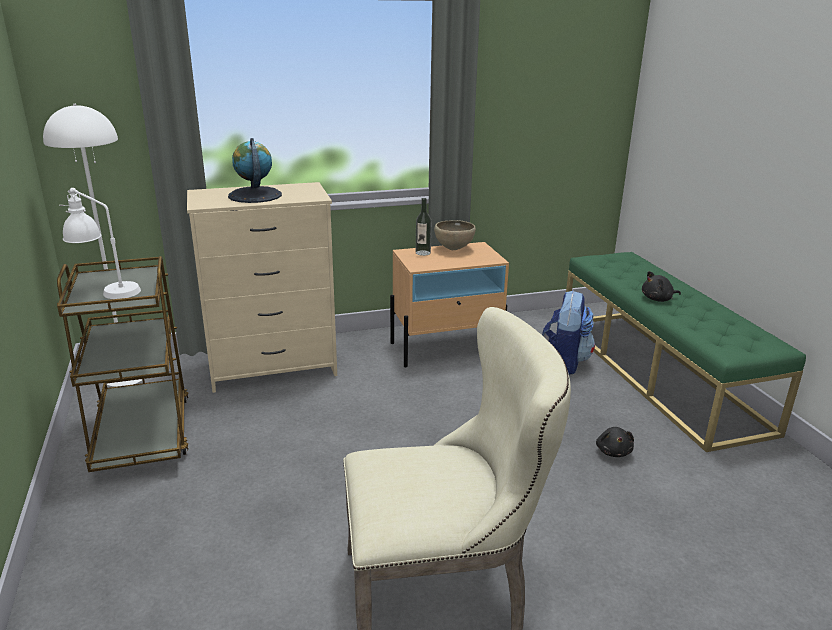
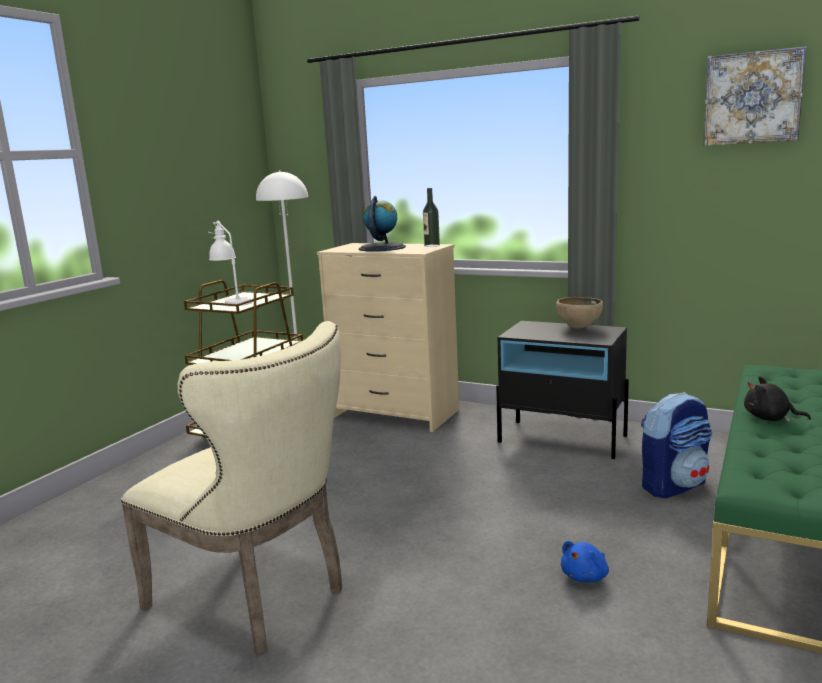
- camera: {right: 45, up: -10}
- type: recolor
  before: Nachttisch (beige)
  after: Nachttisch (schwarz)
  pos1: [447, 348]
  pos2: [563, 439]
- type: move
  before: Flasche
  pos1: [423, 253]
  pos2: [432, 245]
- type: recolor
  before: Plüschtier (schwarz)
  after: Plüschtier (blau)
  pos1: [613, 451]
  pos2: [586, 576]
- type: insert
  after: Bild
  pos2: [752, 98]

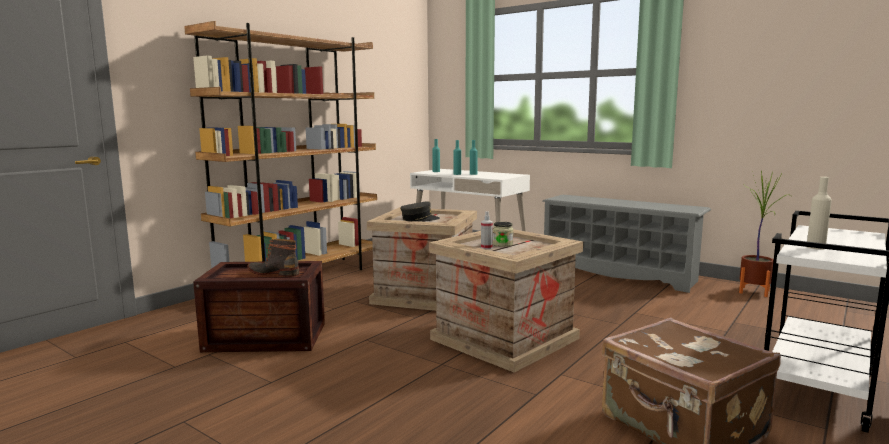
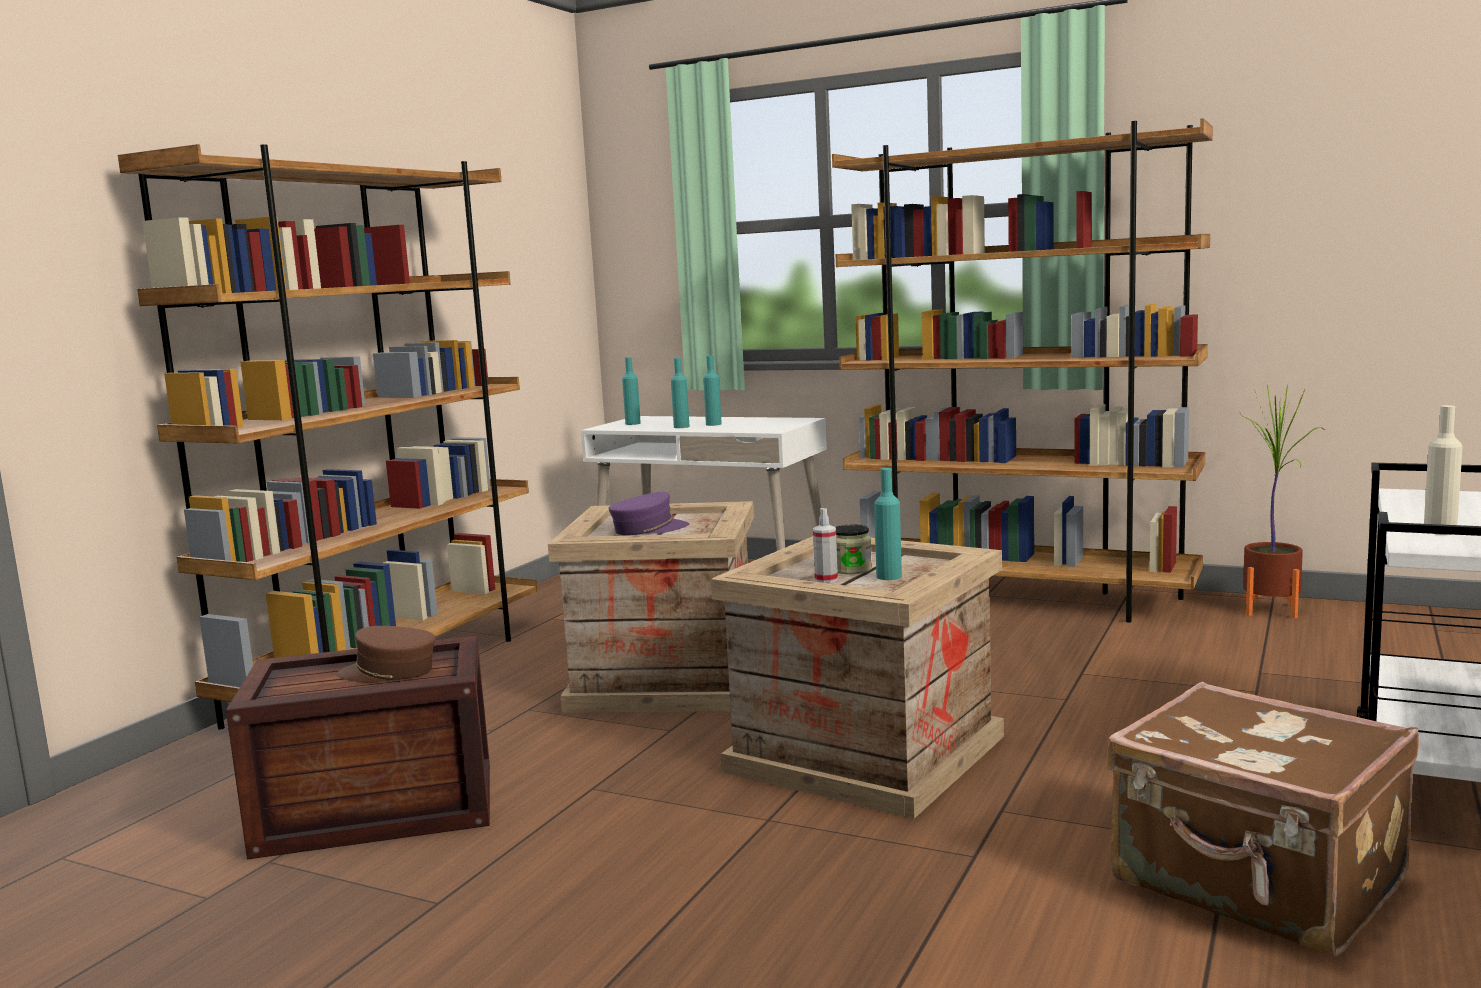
- camera: {right: -10, up: 0}
- type: replace
  before: Stiefel
  after: Kappe (braun)
  pos1: [274, 273]
  pos2: [389, 672]
- type: recolor
  before: Kappe (grau)
  after: Kappe (lila)
  pos1: [419, 219]
  pos2: [648, 529]
- type: replace
  before: Schuhregal (grau)
  after: Bücherregal (braun)
  pos1: [619, 274]
  pos2: [1020, 599]
- type: insert
  after: Flasche (türkis)
  pos2: [889, 576]

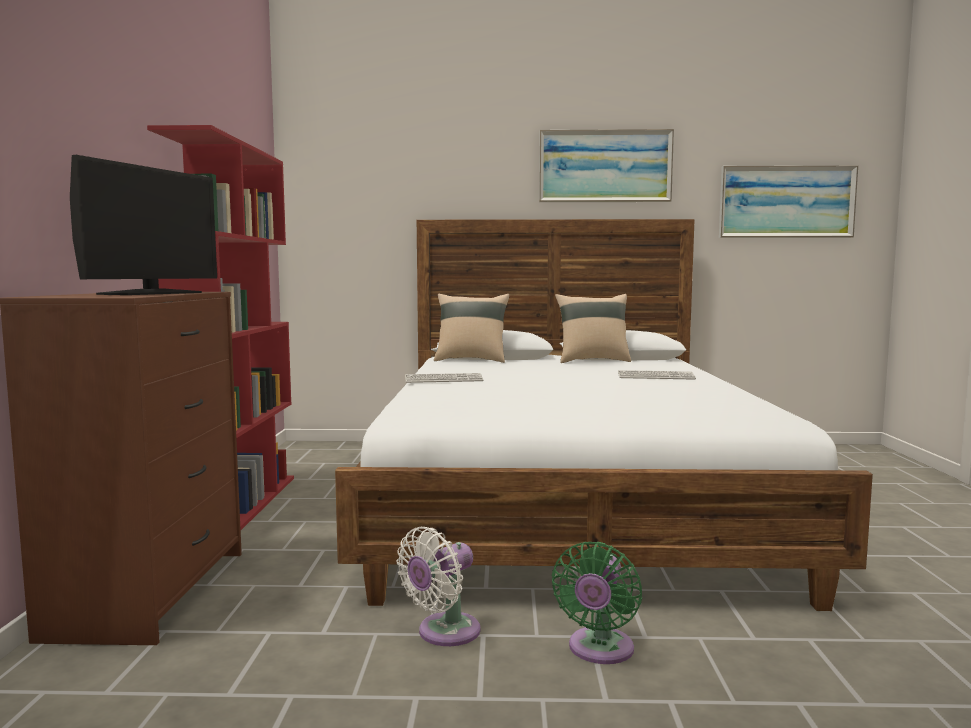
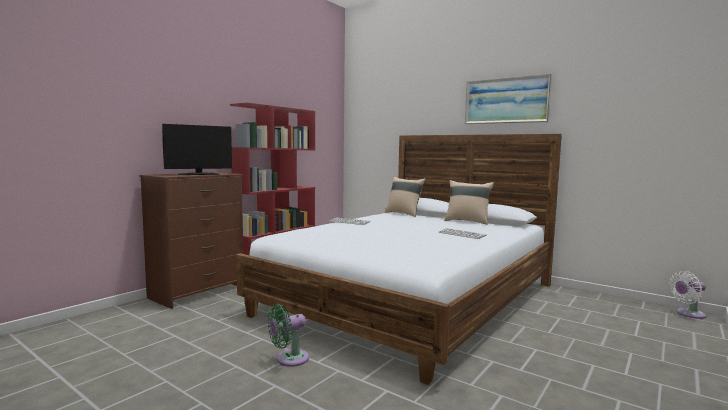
- camera: {right: 35, up: 0}
- type: move
  before: Ventilator (weiß)
  pos1: [444, 633]
  pos2: [688, 314]
- type: delete
  before: Bild
  pos1: [786, 202]

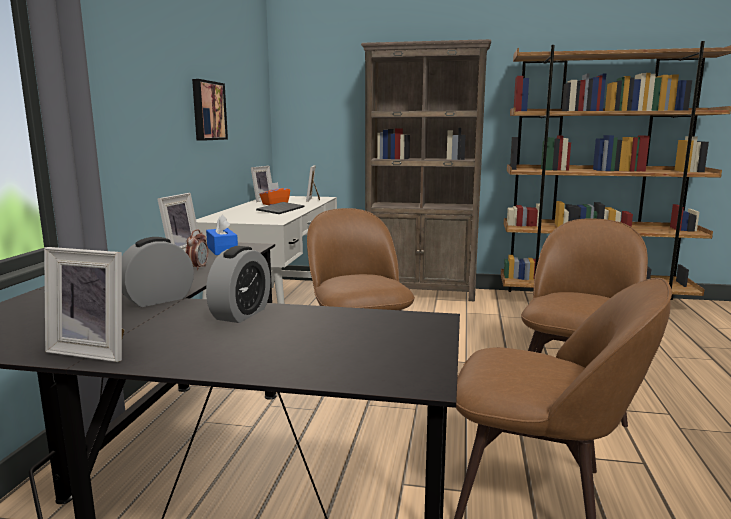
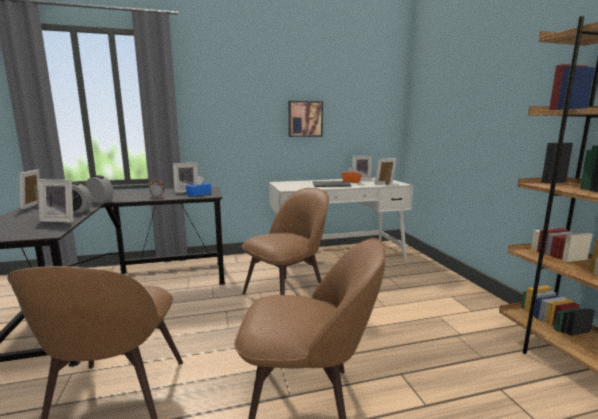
- camera: {right: 65, up: 0}
- type: delete
  before: Bücherregal (braun)
  pos1: [421, 292]
- type: insert
  after: Bilderrahmen
  pos2: [61, 220]

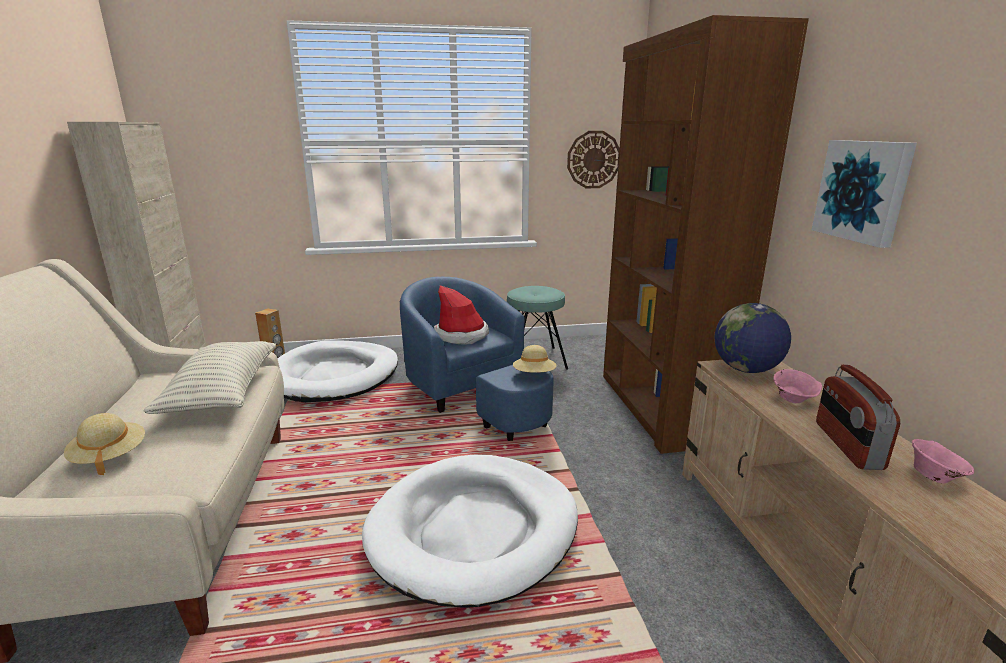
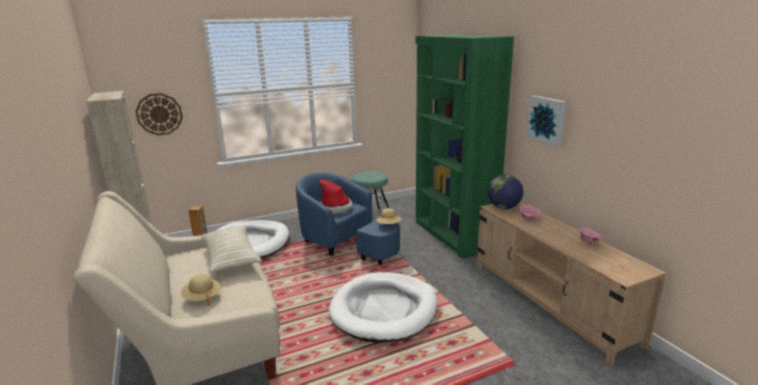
- camera: {right: -15, up: 0}
- type: move
  before: Wanduhr
  pos1: [593, 159]
  pos2: [159, 114]
- type: recolor
  before: Bücherregal (braun)
  after: Bücherregal (grün)
  pos1: [659, 407]
  pos2: [453, 235]
- type: delete
  before: Radio
  pos1: [847, 445]

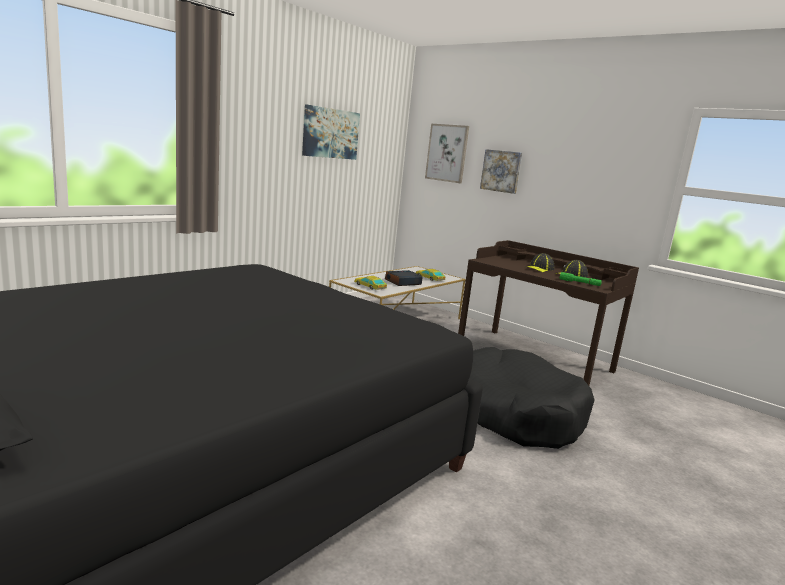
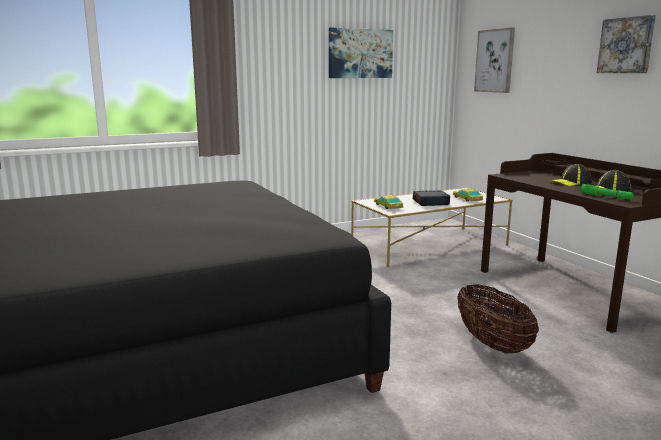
- camera: {right: 25, up: 0}
- type: replace
  before: Hundebett (schwarz)
  after: Korb
  pos1: [514, 413]
  pos2: [492, 344]
- type: move
  before: Bild
  pos1: [501, 171]
  pos2: [626, 45]

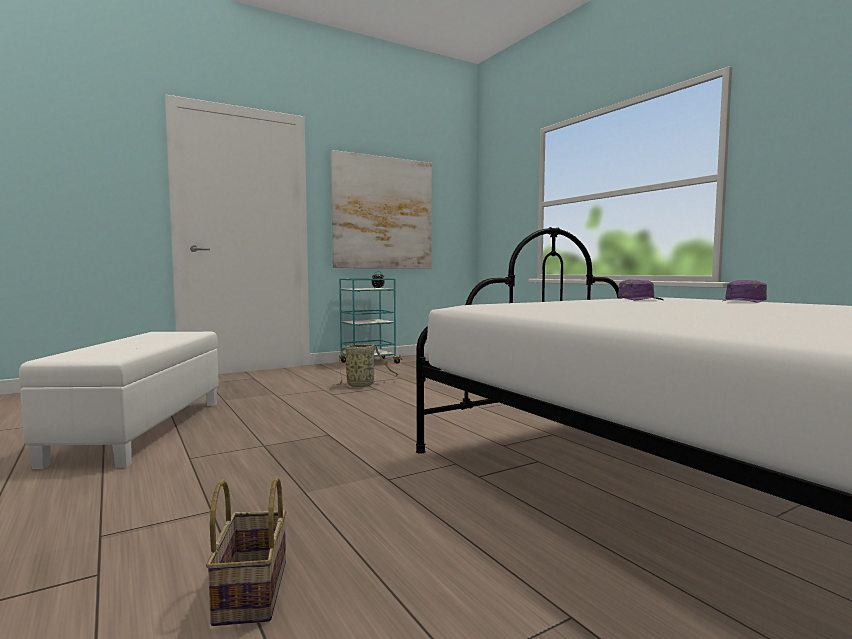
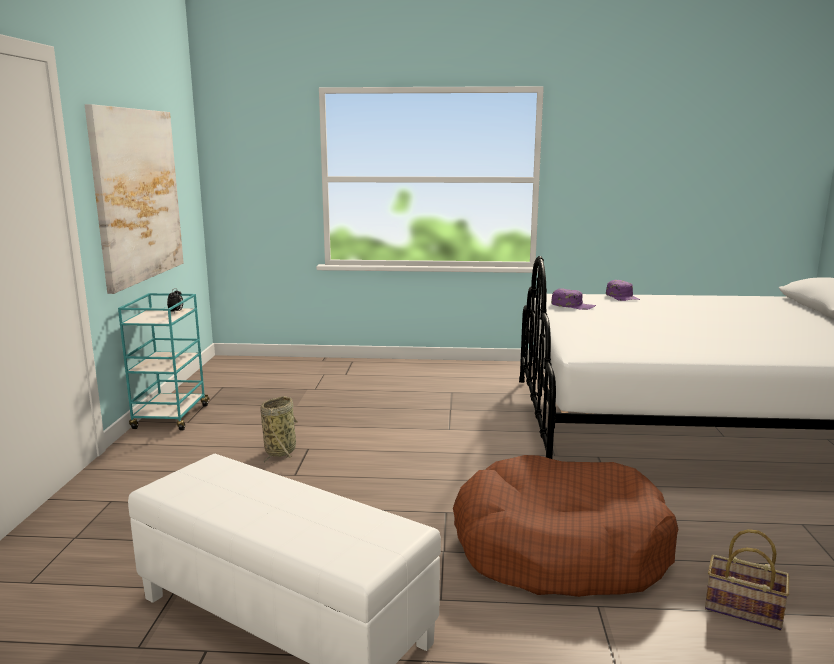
- camera: {right: -55, up: 10}
- type: insert
  after: Hundebett (braun)
  pos2: [559, 549]

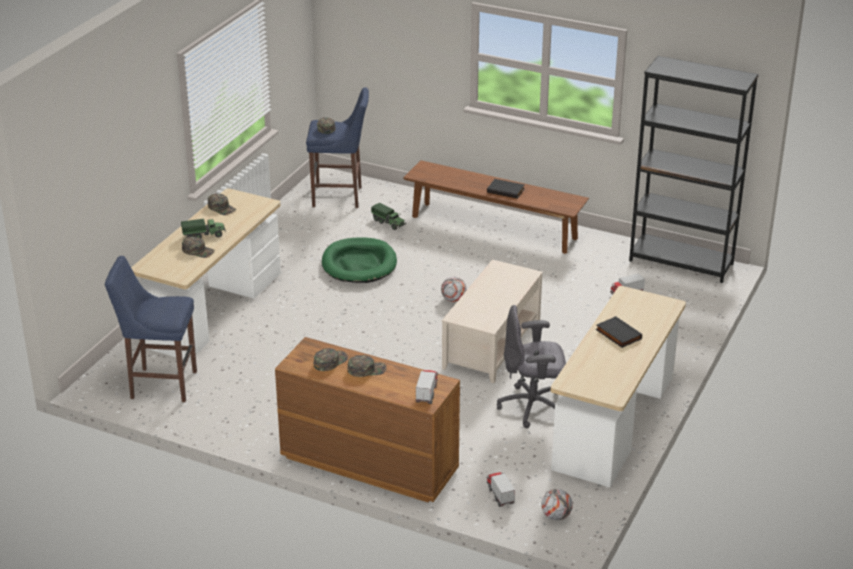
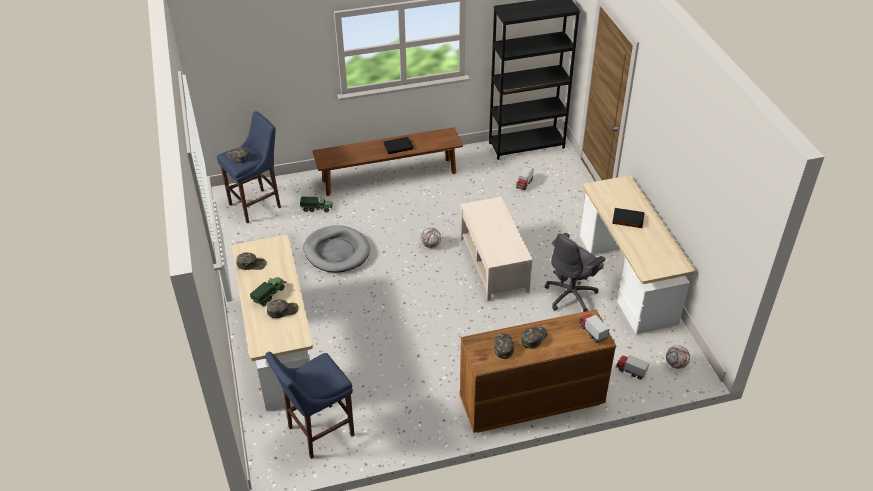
- camera: {right: -40, up: 10}
- type: recolor
  before: Hundebett (grün)
  after: Hundebett (grau)
  pos1: [359, 264]
  pos2: [336, 251]

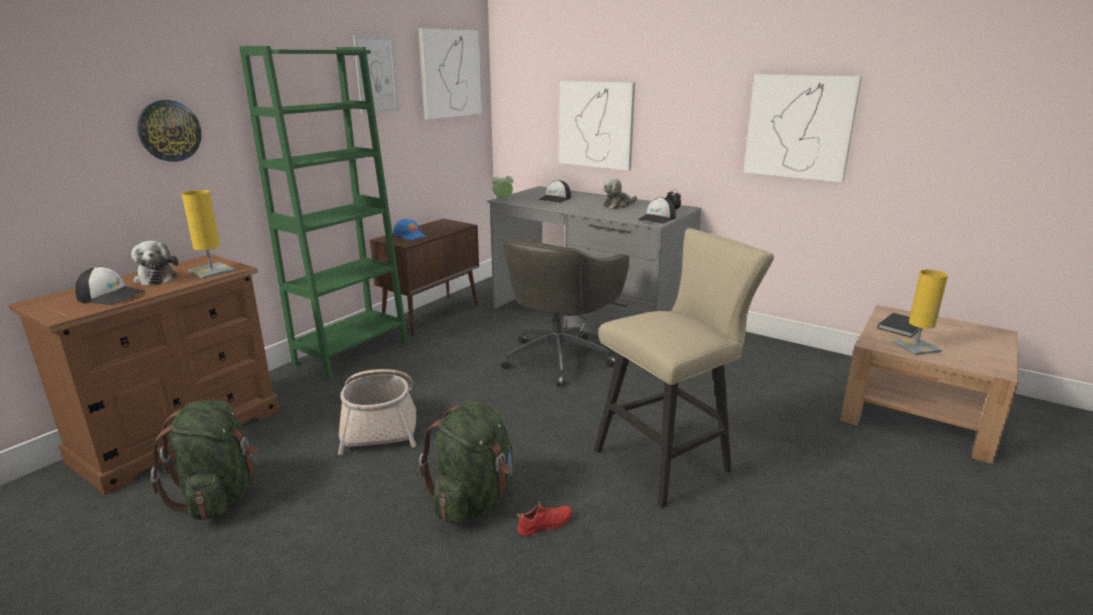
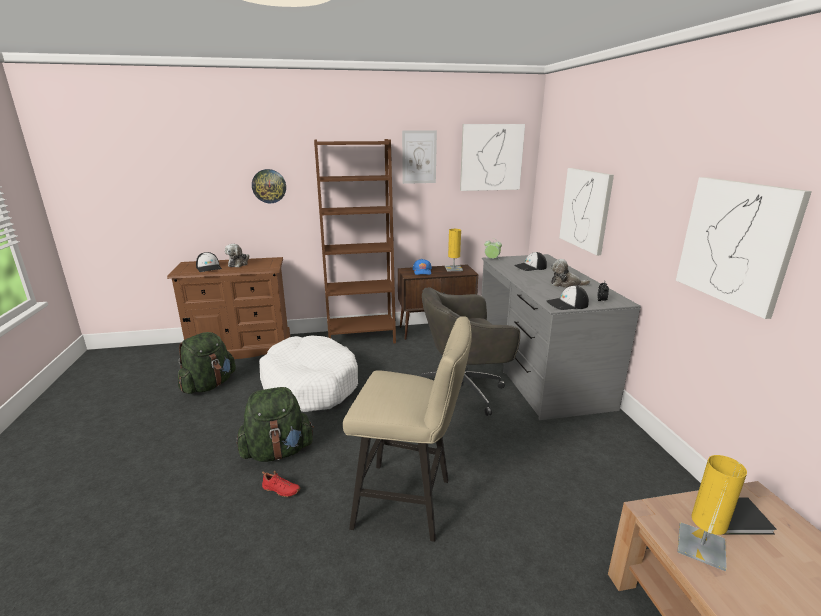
- camera: {right: 45, up: 0}
- type: move
  before: Tischlampe (gelb)
  pos1: [211, 271]
  pos2: [453, 268]
- type: recolor
  before: Bücherregal (grün)
  after: Bücherregal (braun)
  pos1: [351, 353]
  pos2: [361, 337]
- type: replace
  before: Korb
  after: Hundebett (weiß)
  pos1: [380, 424]
  pos2: [310, 384]

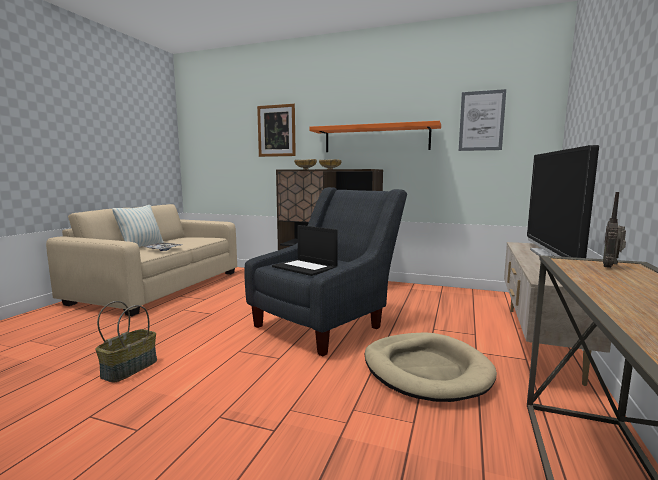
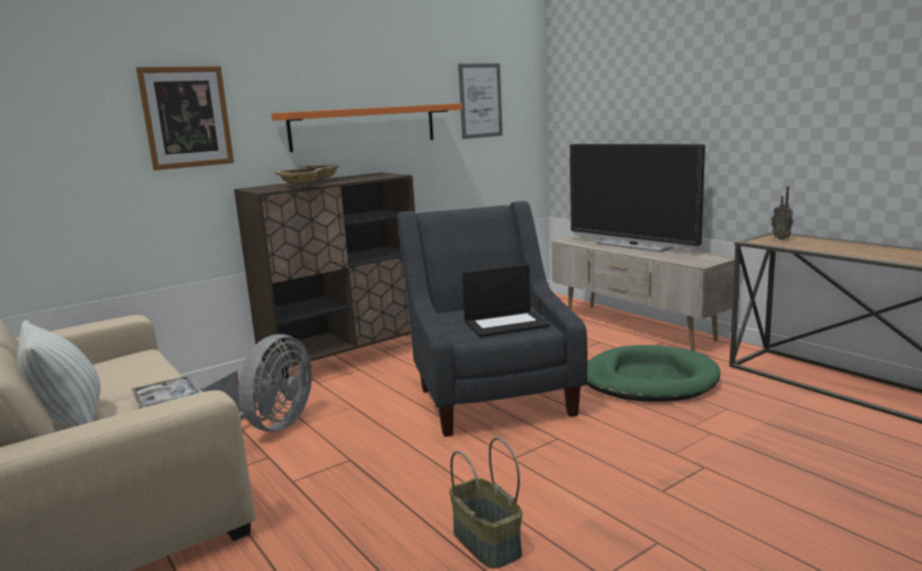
- camera: {right: -55, up: 5}
- type: recolor
  before: Hundebett (beige)
  after: Hundebett (grün)
  pos1: [426, 370]
  pos2: [649, 380]
- type: insert
  after: Ventilator (grau)
  pos2: [270, 426]

